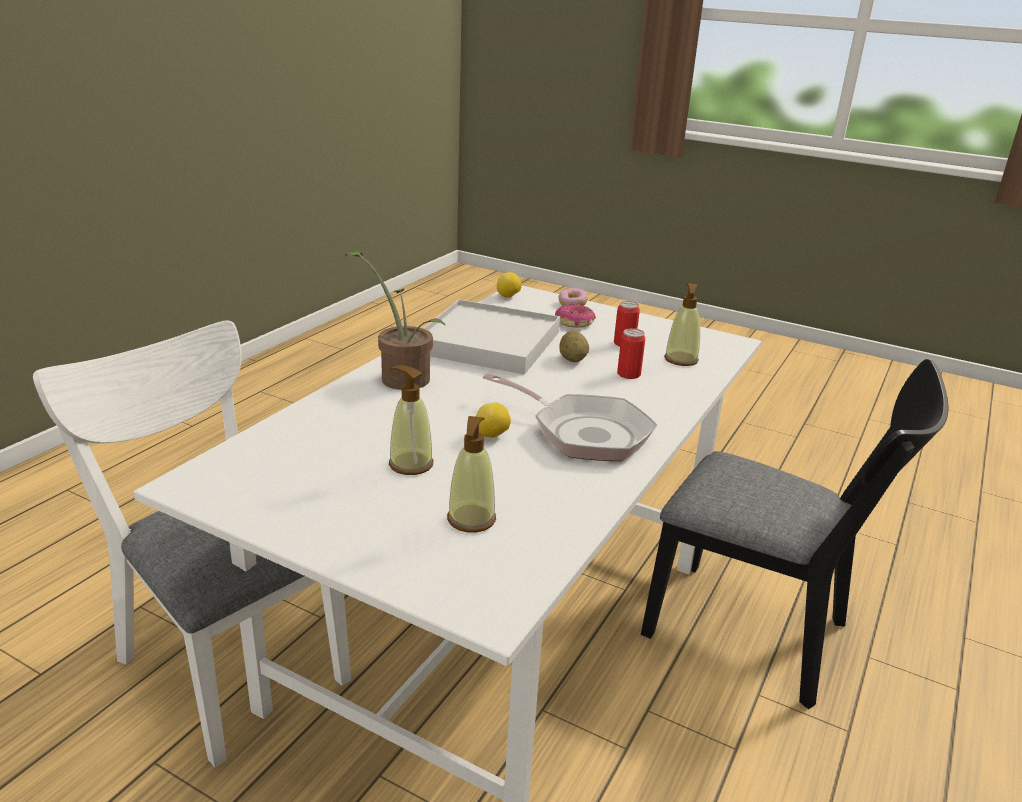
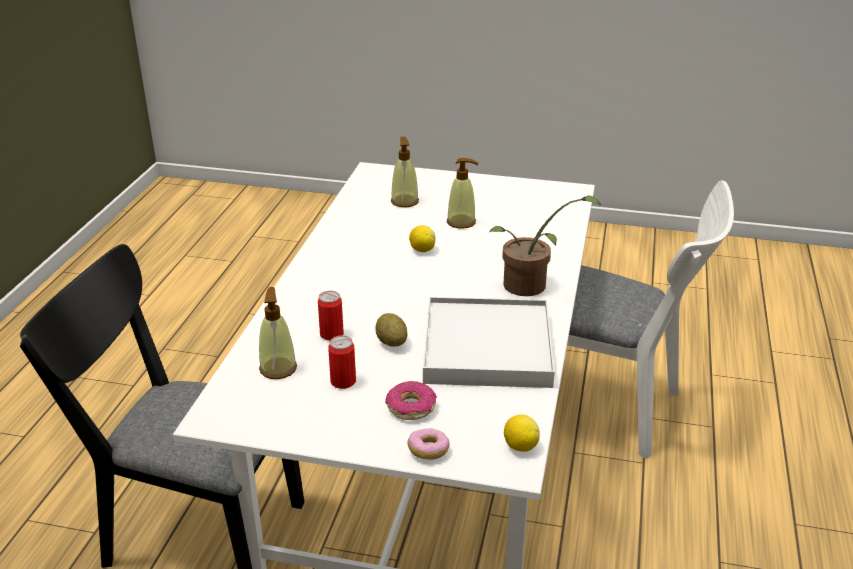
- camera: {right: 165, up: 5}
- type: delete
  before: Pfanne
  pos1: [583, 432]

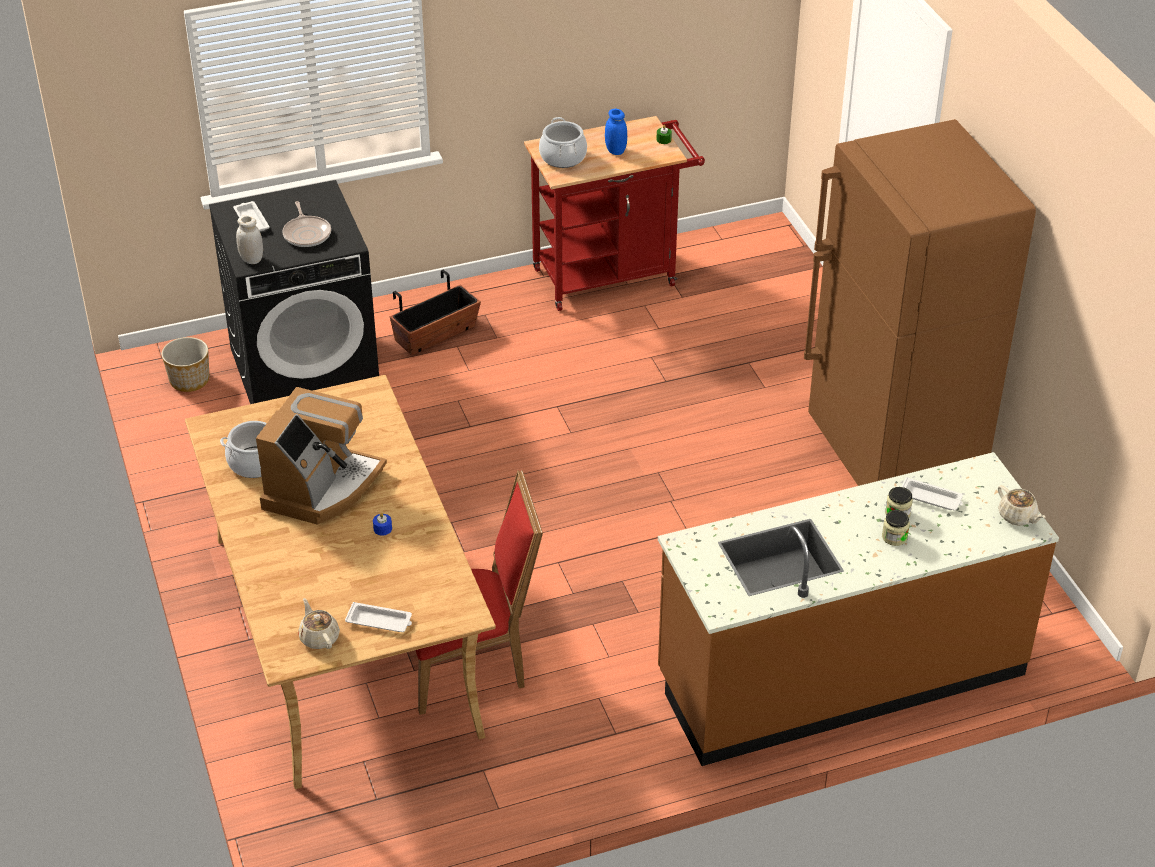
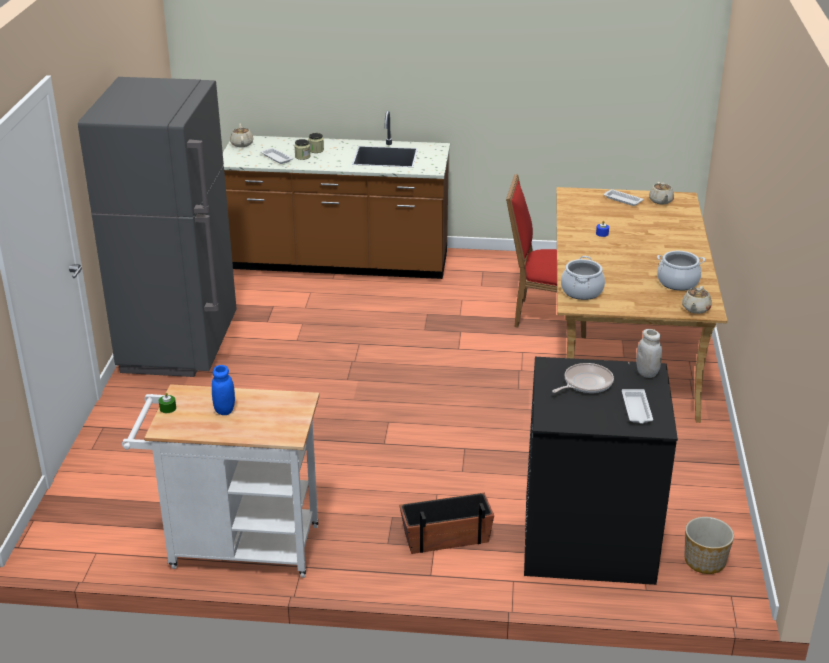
- camera: {right: -155, up: -10}
- type: delete
  before: Kaffeemaschine
  pos1: [322, 487]
- type: rotate
  before: Pfanne
  pos1: [307, 233]
  pos2: [585, 383]
  turn: 45
- type: recolor
  before: Rollwagen (rot)
  after: Rollwagen (weiß)
  pos1: [612, 274]
  pos2: [235, 547]
- type: move
  before: Kochtopf
  pos1: [562, 157]
  pos2: [582, 291]
- type: recolor
  before: Kühlschrank (braun)
  after: Kühlschrank (grau)
  pos1: [893, 457]
  pos2: [180, 345]
- type: insert
  after: Teekanne (beige)
  pos2: [695, 309]

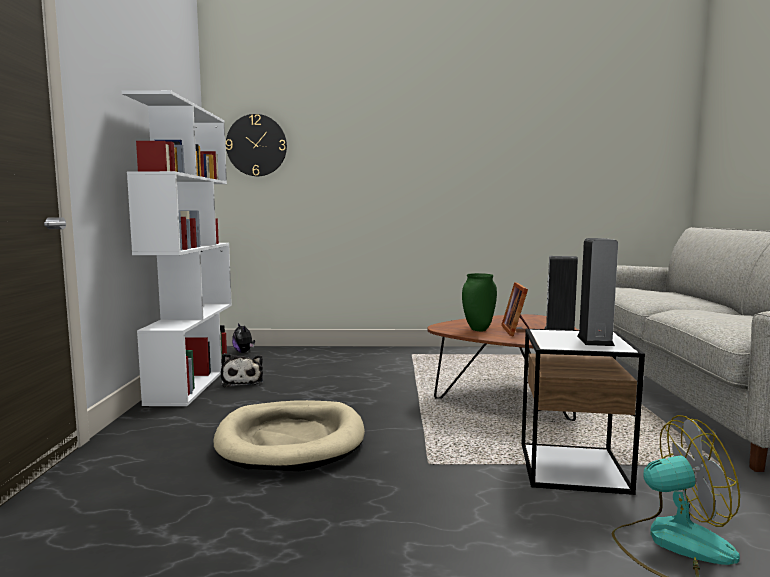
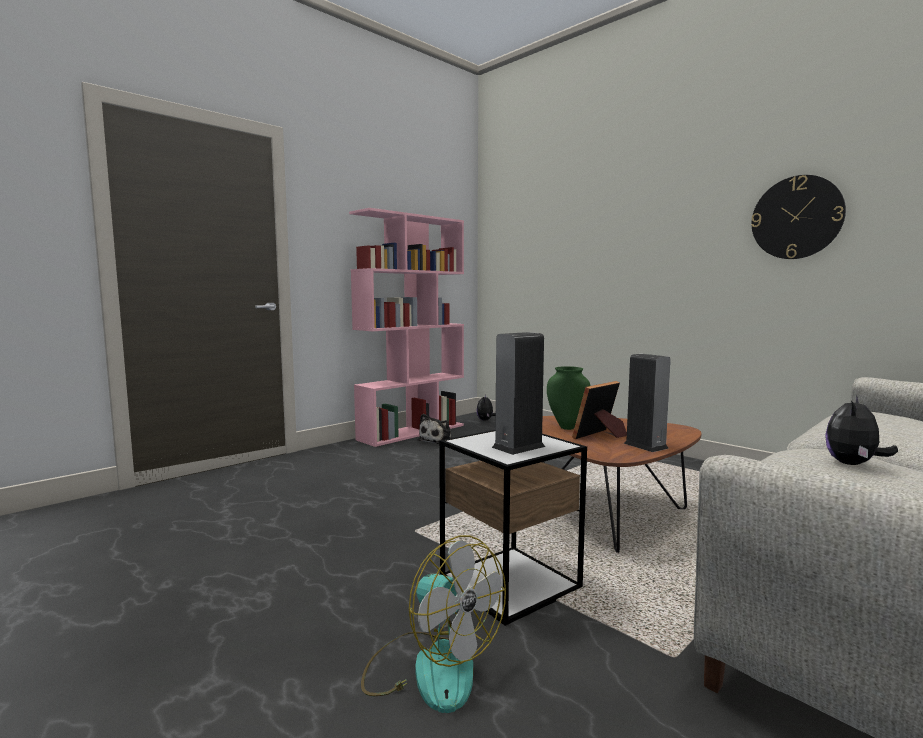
- camera: {right: 45, up: 0}
- type: recolor
  before: Bücherregal (weiß)
  after: Bücherregal (rosa)
  pos1: [193, 380]
  pos2: [412, 432]
- type: delete
  before: Hundebett (beige)
  pos1: [291, 440]
- type: move
  before: Wanduhr
  pos1: [256, 145]
  pos2: [796, 217]
- type: insert
  after: Plüschtier
  pos2: [853, 464]

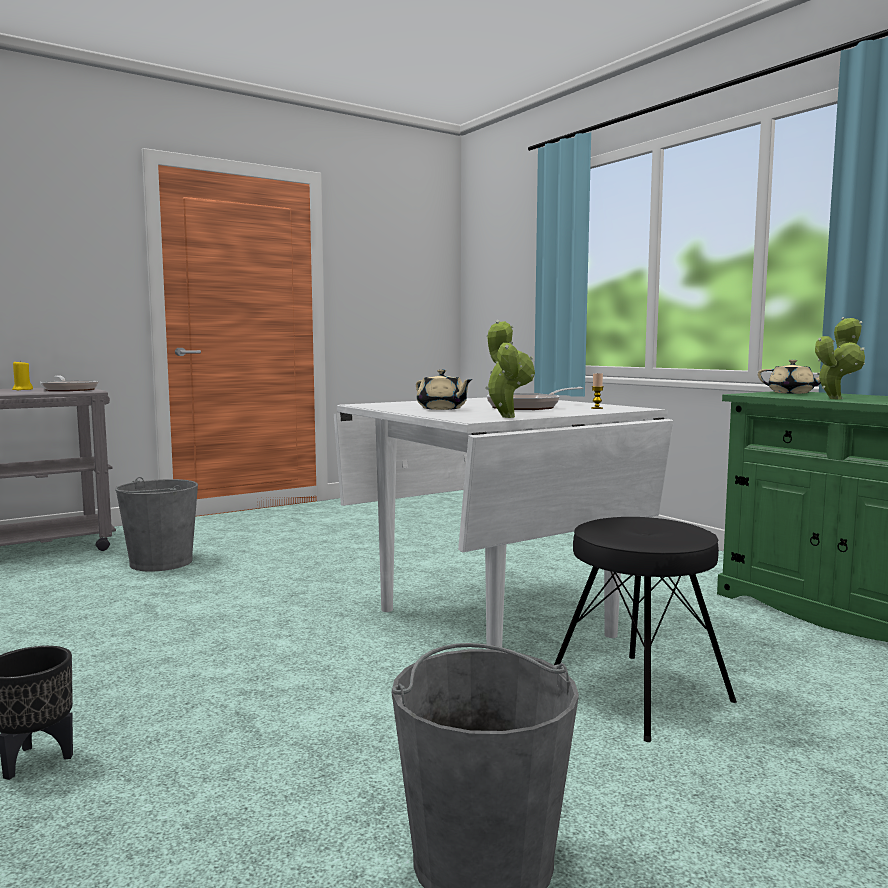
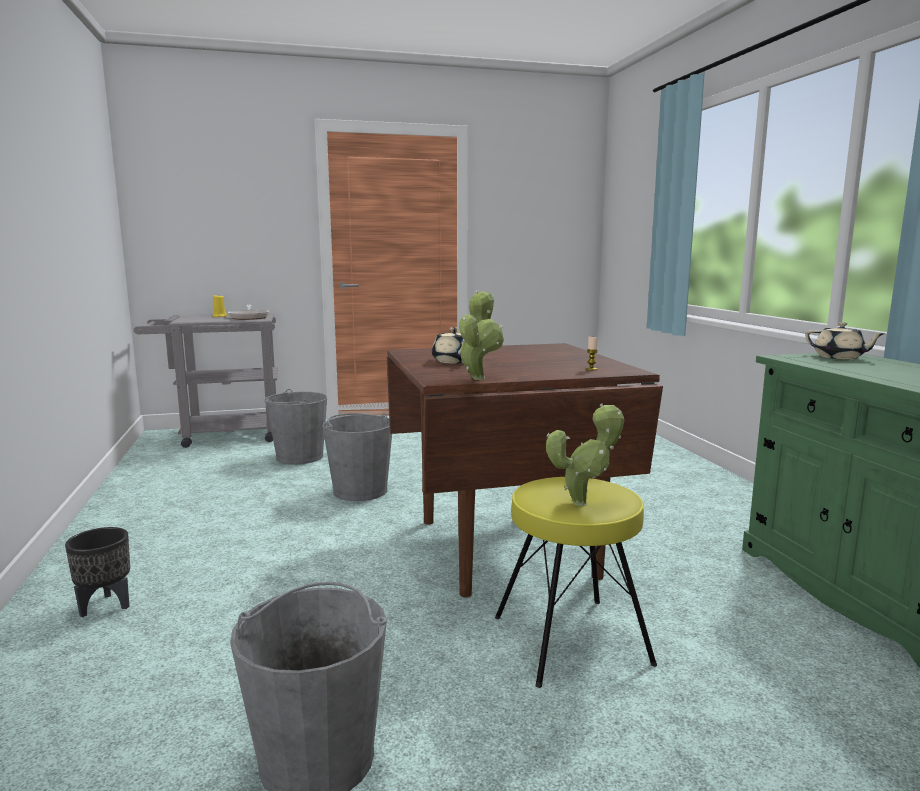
- camera: {right: 20, up: 5}
- type: recolor
  before: Esstisch (weiß)
  after: Esstisch (braun)
  pos1: [495, 622]
  pos2: [507, 547]
- type: delete
  before: Pfanne
  pos1: [528, 407]
- type: recolor
  before: Hocker (schwarz)
  after: Hocker (gelb)
  pos1: [639, 694]
  pos2: [570, 640]
- type: move
  before: Topfpflanze
  pos1: [836, 398]
  pos2: [584, 502]
- type: insert
  after: Eimer (grau)
  pos2: [360, 491]

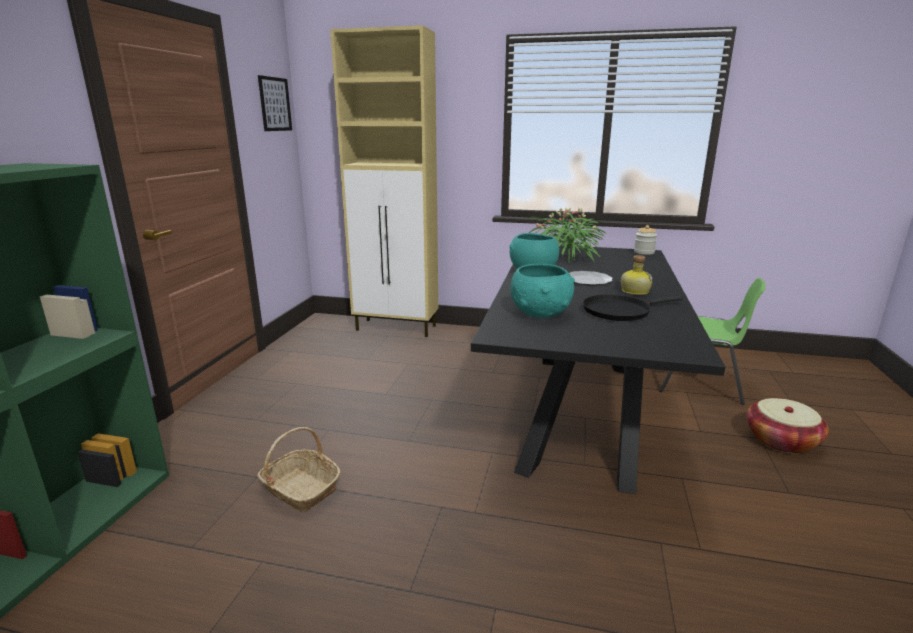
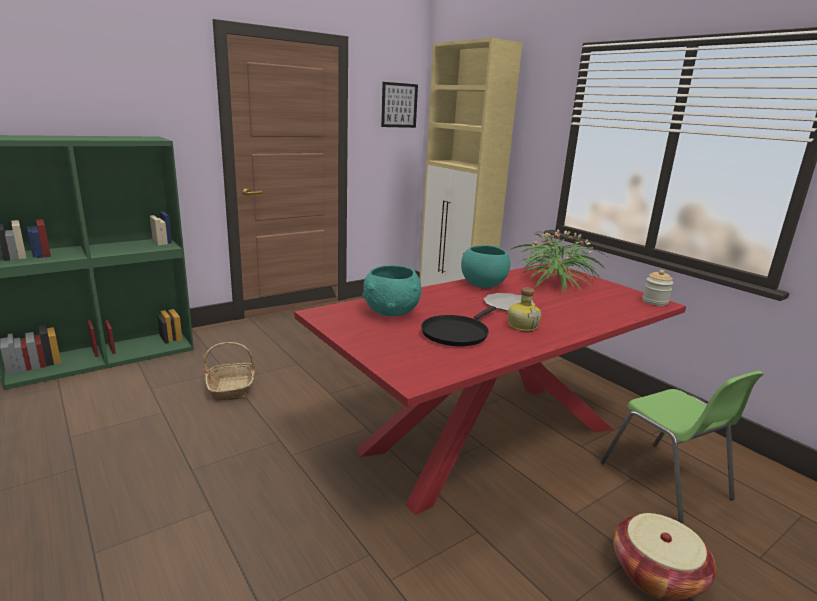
- camera: {right: 40, up: 0}
- type: recolor
  before: Esstisch (schwarz)
  after: Esstisch (rot)
  pos1: [581, 411]
  pos2: [488, 438]
- type: rotate
  before: Pfanne (schwarz)
  pos1: [619, 311]
  pos2: [456, 333]
  turn: -75

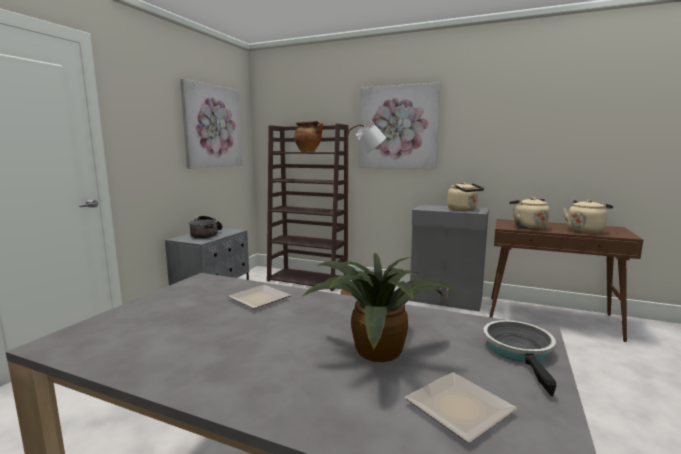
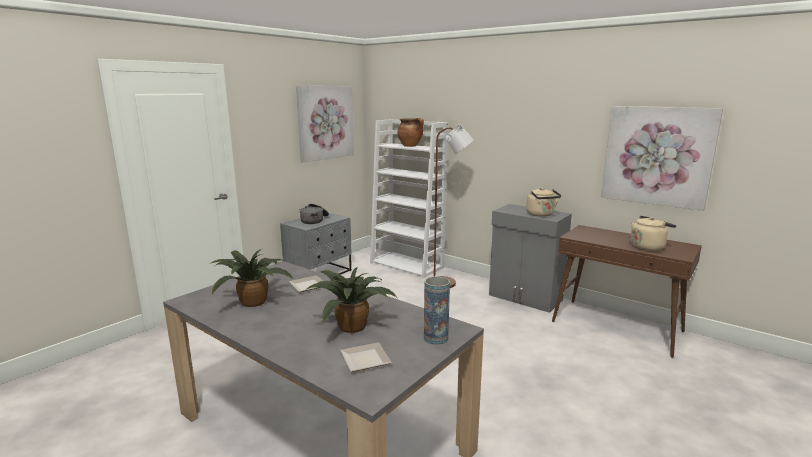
- camera: {right: 15, up: 5}
- type: recolor
  before: Bücherregal (braun)
  after: Bücherregal (weiß)
  pos1: [308, 279]
  pos2: [407, 265]
- type: move
  before: Bild
  pos1: [397, 127]
  pos2: [657, 156]
- type: replace
  before: Pfanne
  after: Vase
  pos1: [520, 351]
  pos2: [436, 338]
- type: delete
  before: Wasserkessel (beige)
  pos1: [528, 227]
- type: insert
  after: Topfpflanze
  pos2: [254, 301]

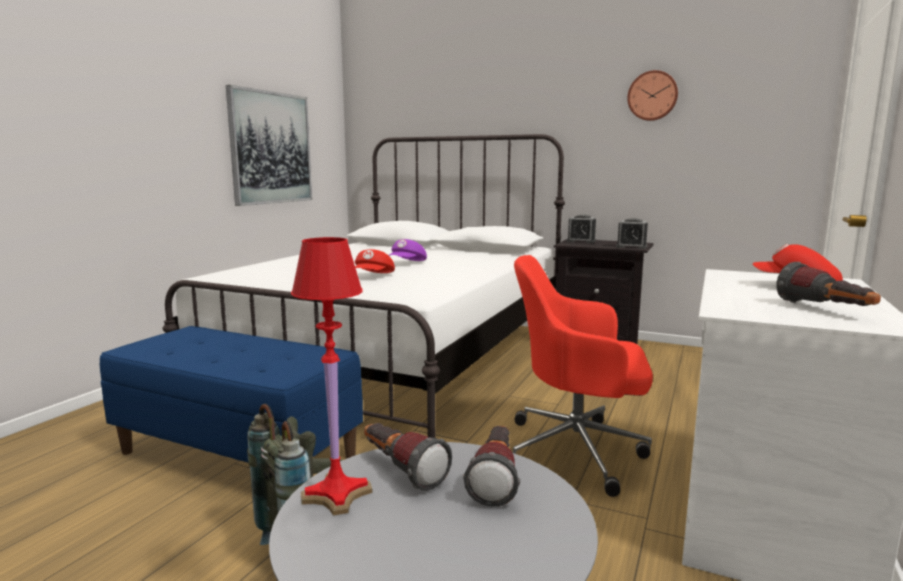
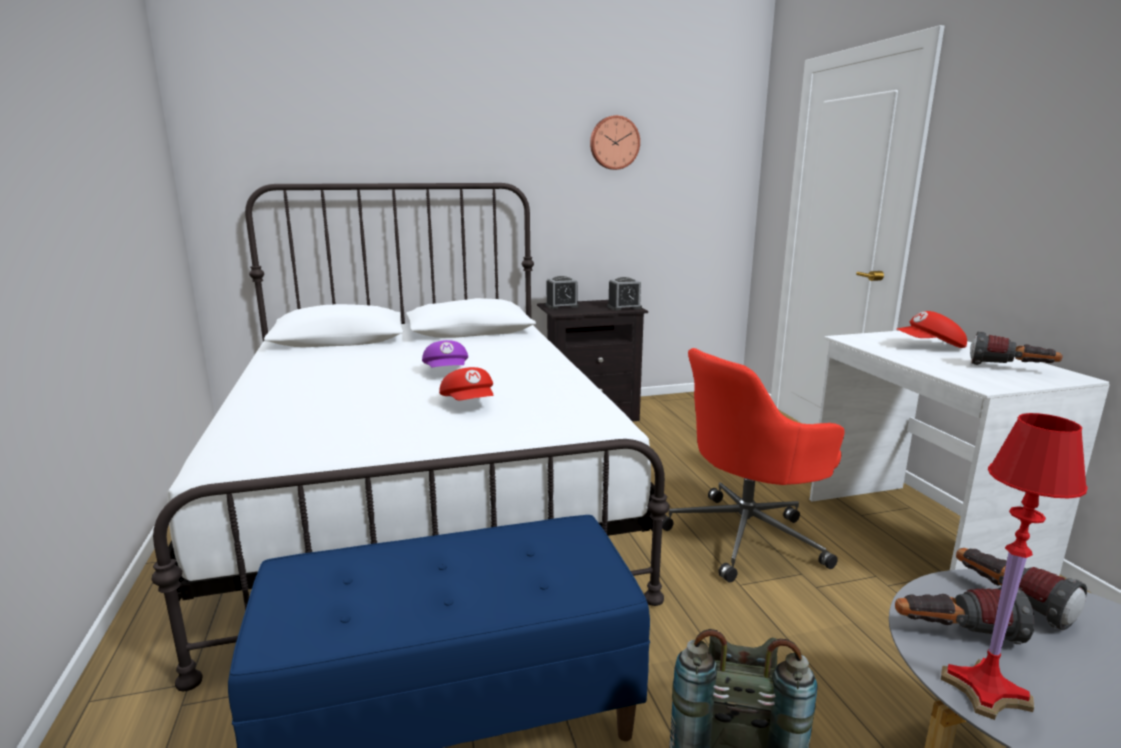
- camera: {right: -40, up: 5}
- type: delete
  before: Bild
  pos1: [271, 148]

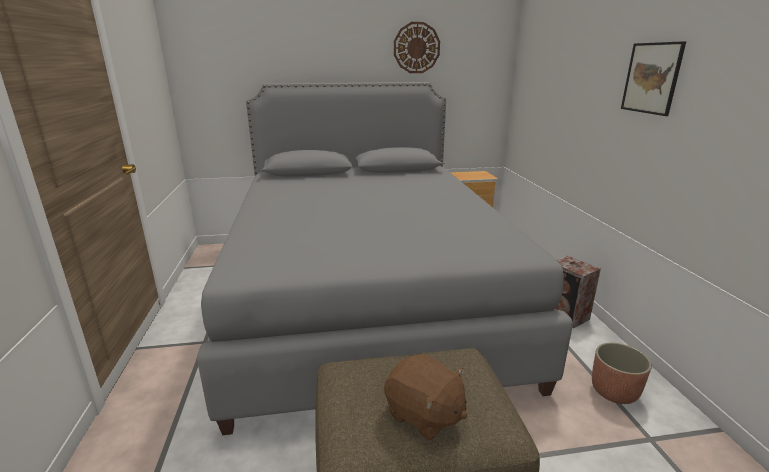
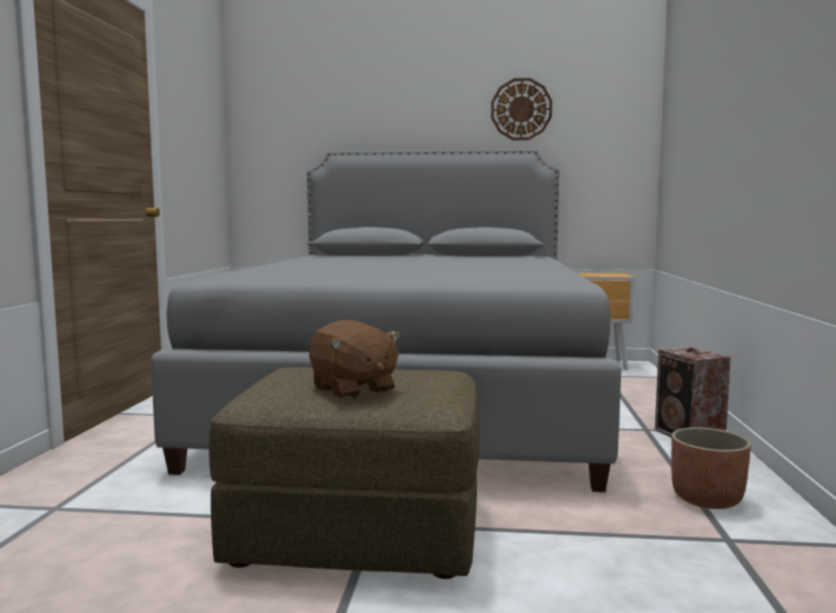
- camera: {right: 15, up: -15}
- type: delete
  before: Bild
  pos1: [651, 78]

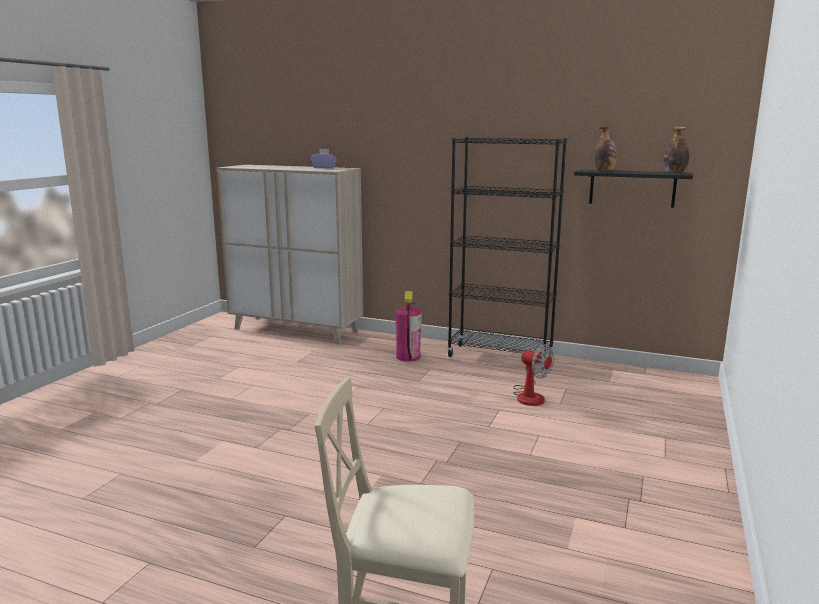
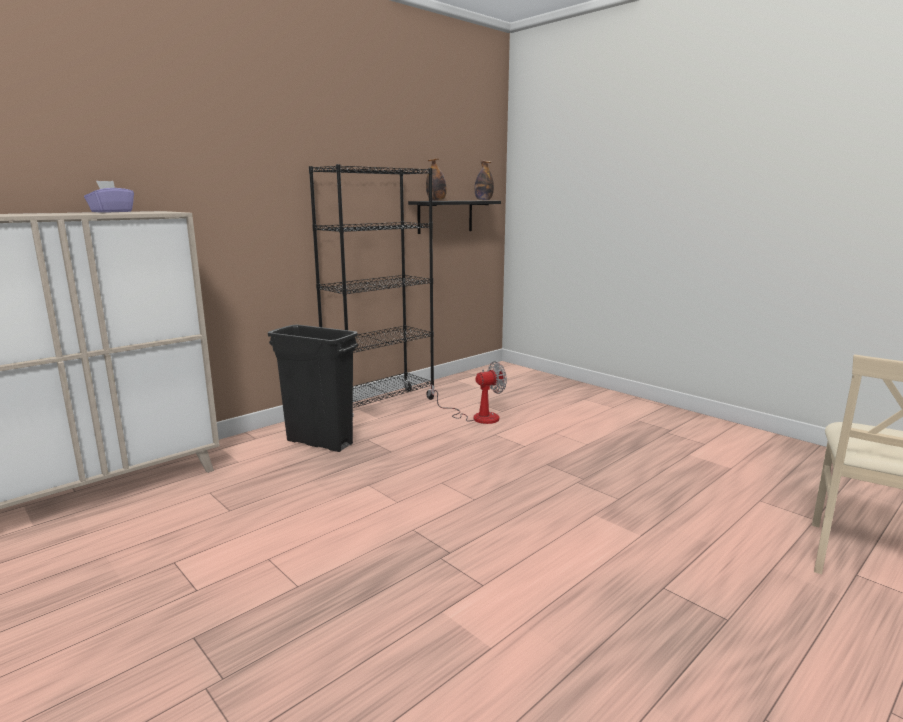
- camera: {right: -65, up: 0}
- type: replace
  before: Feuerlöscher
  after: Mülleimer (schwarz)
  pos1: [408, 357]
  pos2: [319, 442]

